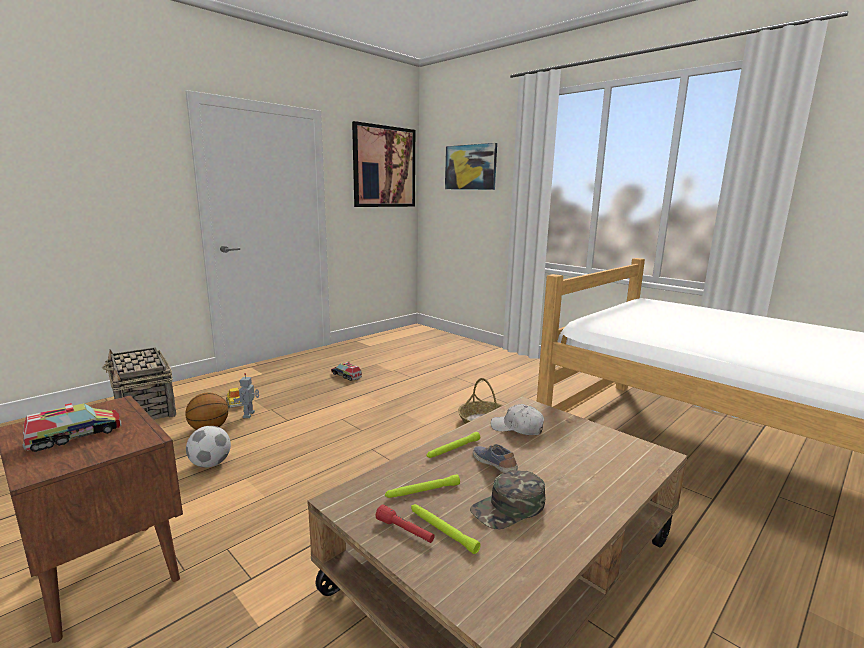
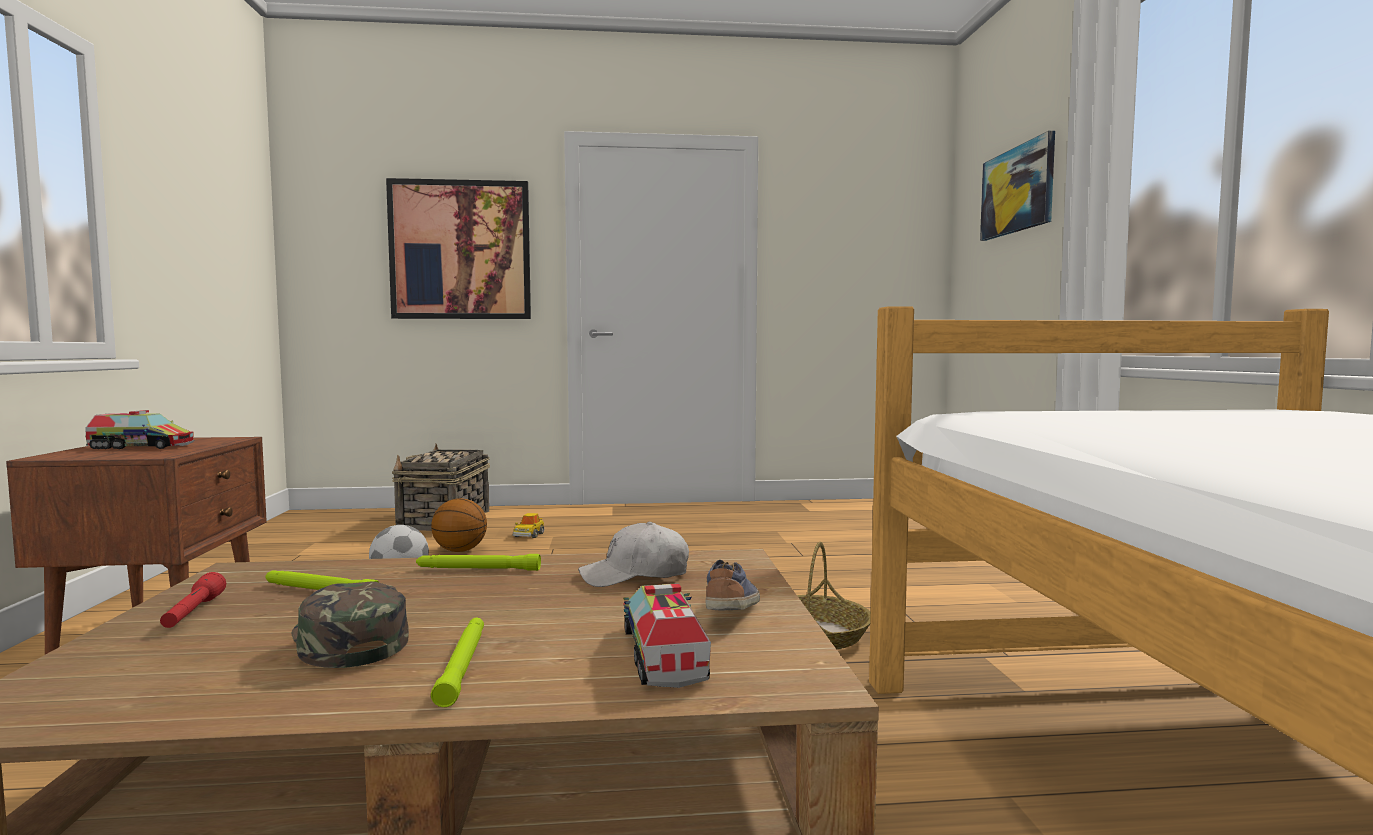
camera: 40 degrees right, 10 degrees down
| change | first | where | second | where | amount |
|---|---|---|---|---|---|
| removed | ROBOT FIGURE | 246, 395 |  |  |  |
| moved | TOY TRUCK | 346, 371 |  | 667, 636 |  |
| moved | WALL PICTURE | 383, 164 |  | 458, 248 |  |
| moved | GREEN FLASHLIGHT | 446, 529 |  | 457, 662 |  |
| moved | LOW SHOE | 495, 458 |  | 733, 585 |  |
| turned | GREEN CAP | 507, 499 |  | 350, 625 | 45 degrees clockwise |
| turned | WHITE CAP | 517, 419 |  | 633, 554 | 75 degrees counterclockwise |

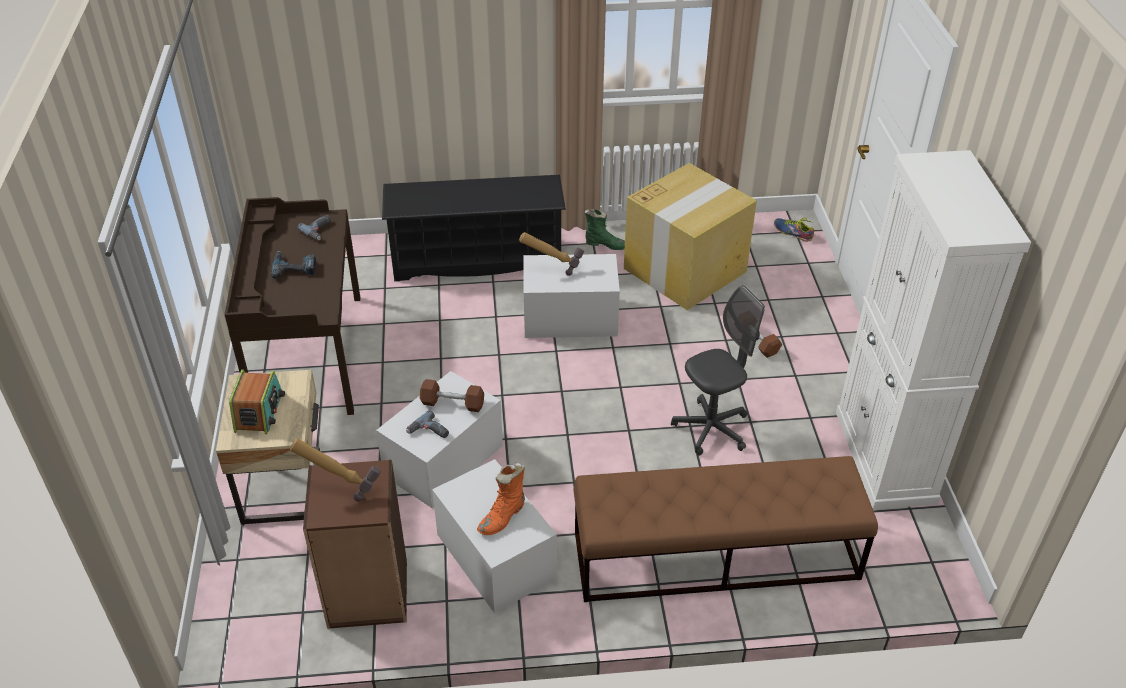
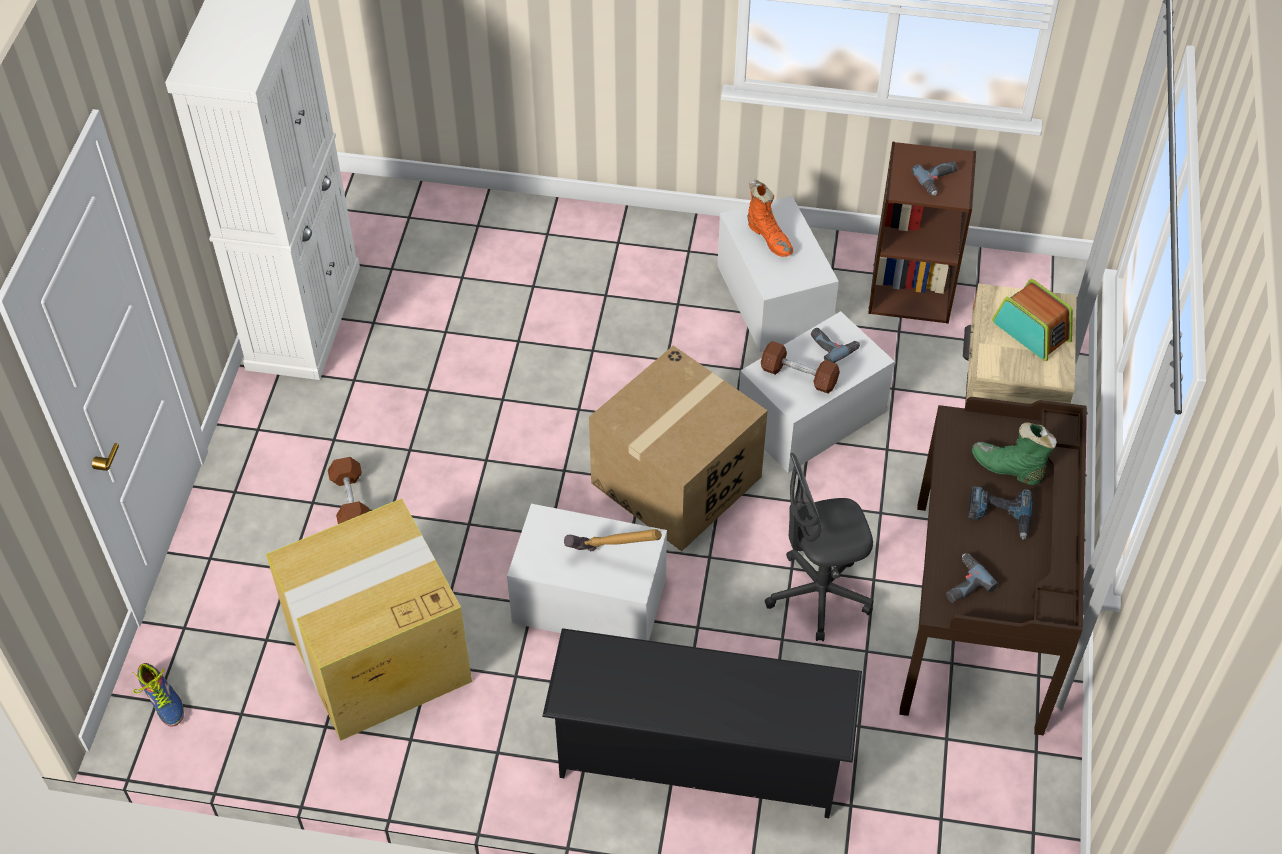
camera: 165 degrees left, 10 degrees up
| change | first | where | second | where | amount |
|---|---|---|---|---|---|
| removed | BROWN-COLOURED BENCH | 726, 529 |  |  |  |
| added |  |  | CARTON | 678, 448 |  |
| moved | GREEN HIGH-TOP BOOT | 605, 229 |  | 1014, 454 |  |
| moved | GRAY OFFICE CHAIR | 718, 370 |  | 819, 547 |  |
| replaced | TOOL HAMMER | 335, 470 | DRILL | 934, 178 |  |
| turned | RADIO SET | 257, 402 |  | 1032, 320 | 120 degrees clockwise |
| turned | ORANGE HIGH-TOP BOOT | 501, 499 |  | 770, 218 | 90 degrees clockwise |

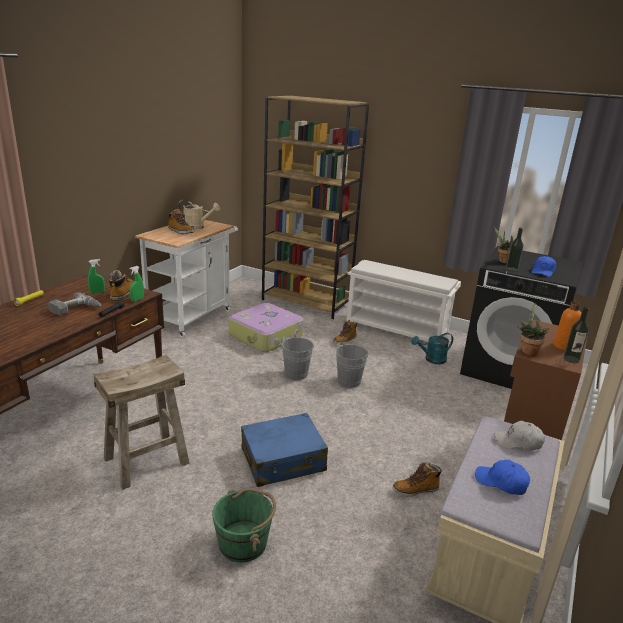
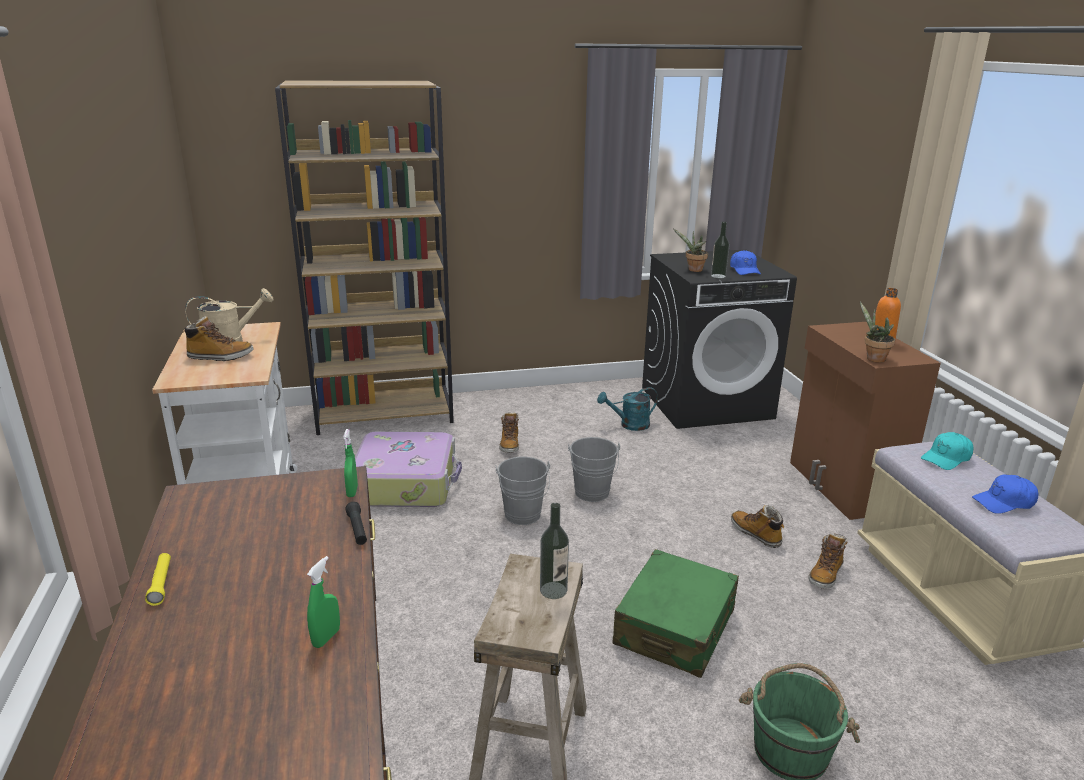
camera: 40 degrees left, 0 degrees up
| change | first | where | second | where | amount |
|---|---|---|---|---|---|
| removed | DRILL | 74, 303 |  |  |  |
| removed | WHITE SHOE RACK | 403, 301 |  |  |  |
| moved | GREEN SPRAY BOTTLE | 96, 276 |  | 323, 602 |  |
| moved | HIGH-TOP BOOT | 121, 285 |  | 757, 526 |  |
| moved | BEVERAGE BOTTLE | 576, 335 |  | 554, 551 |  |
| recoloured | BLUISH PIECE OF LUGGAGE | 284, 450 | GREEN PIECE OF LUGGAGE | 675, 613 |  |
| recoloured | WHITE CAP | 519, 435 | TURQUOISE CAP | 947, 451 |  |
| turned | TURQUOISE SPRINKLING CAN | 432, 348 |  | 627, 409 | 45 degrees clockwise |

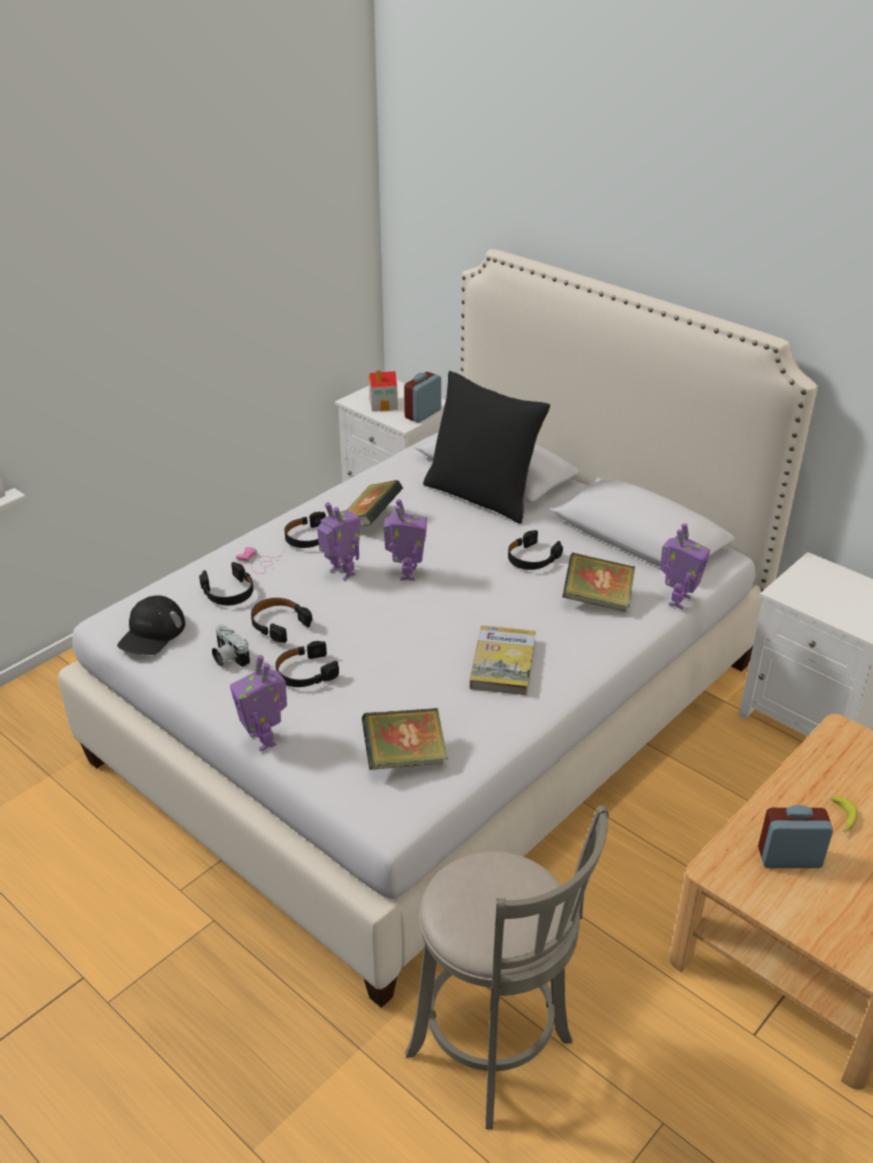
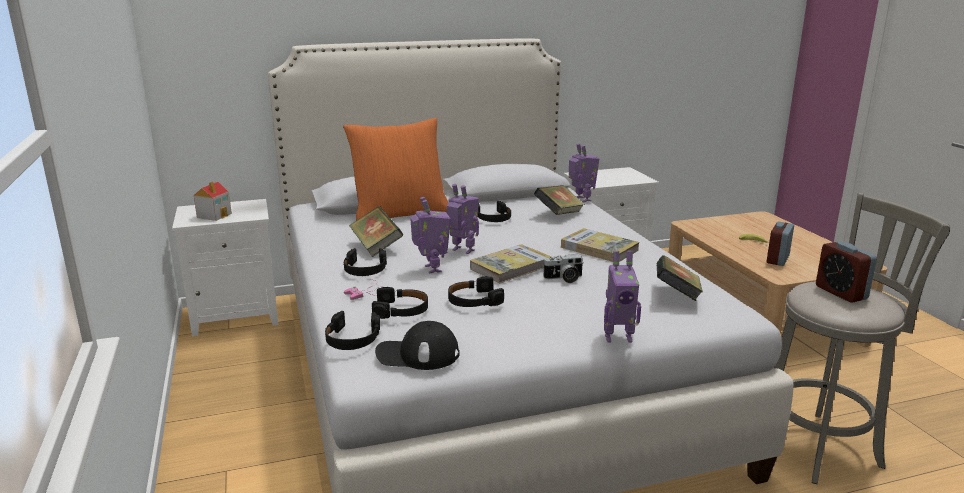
camera: 60 degrees left, 15 degrees down
| change | first | where | second | where | amount |
|---|---|---|---|---|---|
| added |  |  | BOOK | 511, 263 |  |
| moved | PHOTO CAMERA | 231, 645 |  | 563, 268 |  |
| moved | BLACK-COLOURED PAIR OF HEADPHONES | 307, 664 |  | 352, 330 |  |
| moved | TABLE CLOCK | 422, 397 |  | 846, 271 |  |
| recoloured | BLACK-COLOURED THROW PILLOW | 486, 447 | ORANGE THROW PILLOW | 395, 169 |  |
| turned | BLACK-COLOURED CAP | 151, 625 |  | 417, 345 | 135 degrees clockwise |
| turned | ROBOT FIGURE | 338, 541 |  | 430, 235 | 90 degrees clockwise |

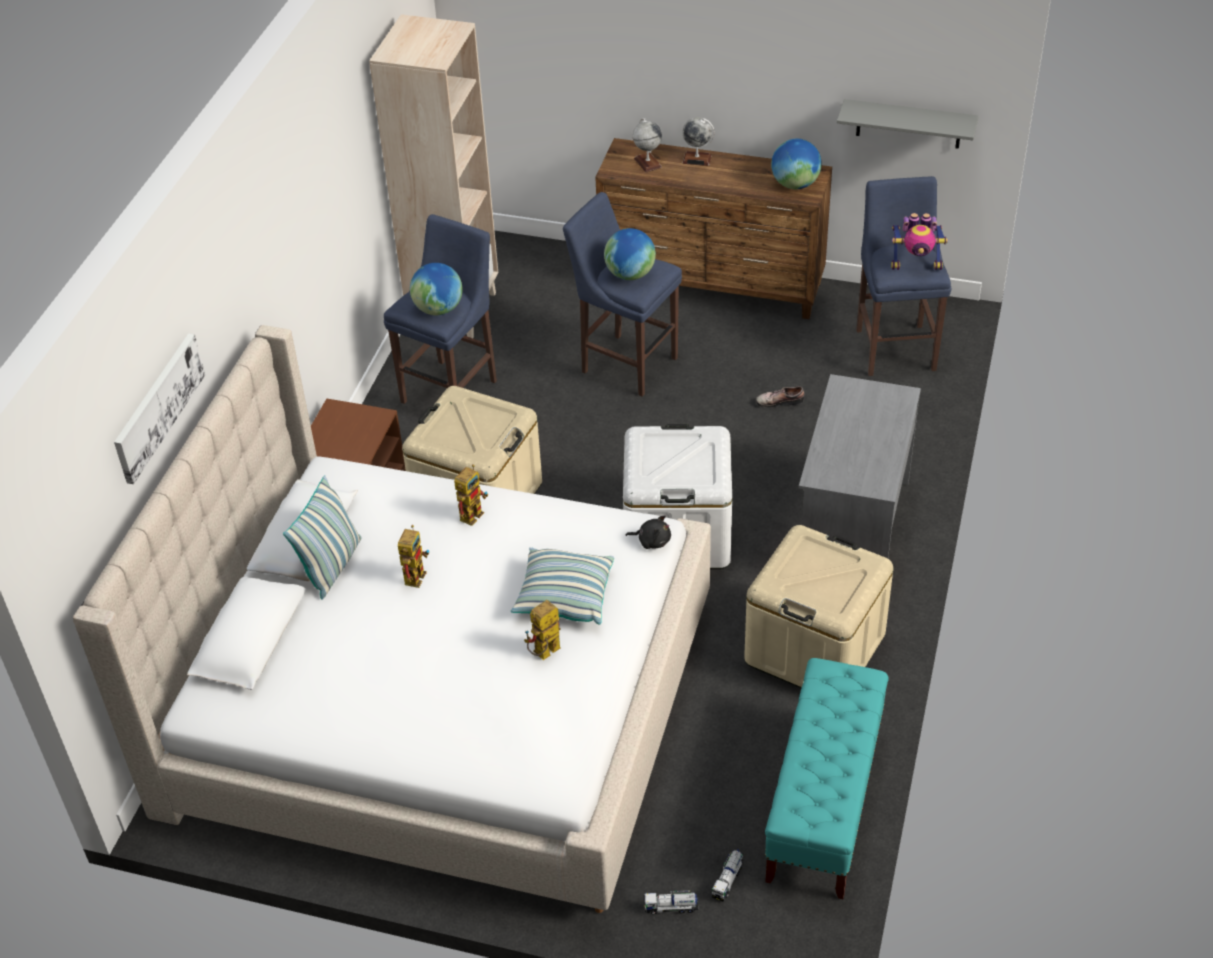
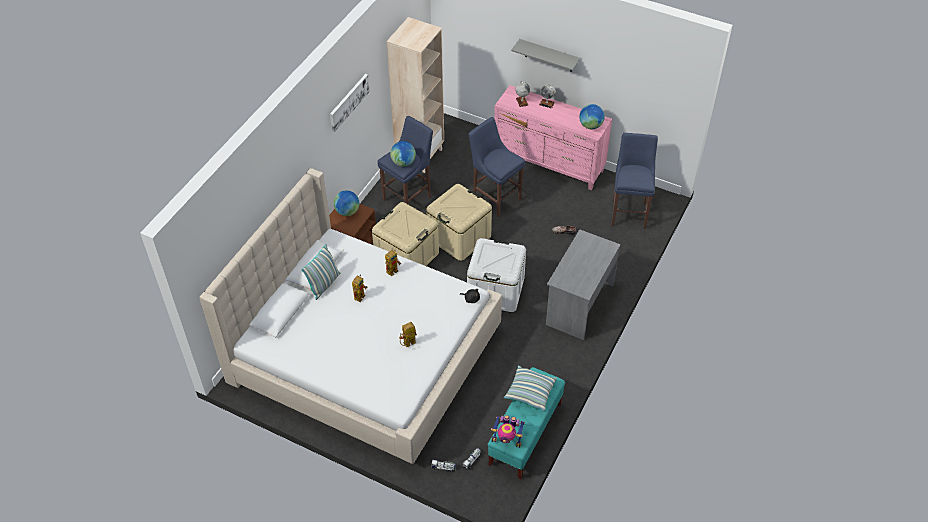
camera: 10 degrees right, 5 degrees up
| change | first | where | second | where | amount |
|---|---|---|---|---|---|
| moved | WALL PICTURE | 159, 409 |  | 350, 103 |  |
| moved | THROW PILLOW | 562, 586 |  | 530, 388 |  |
| moved | DESK GLOBE | 630, 254 |  | 346, 203 |  |
| moved | BEIGE-COLOURED STORAGE BIN | 818, 606 |  | 459, 222 |  |
| moved | GRAY BRACKET SHELF | 908, 124 |  | 545, 55 |  |
| moved | ROBOT FIGURE | 919, 241 |  | 508, 431 |  |
| recoloured | BROWN-COLOURED DRAWER CHEST | 713, 228 | PINK DRAWER CHEST | 553, 137 |  |

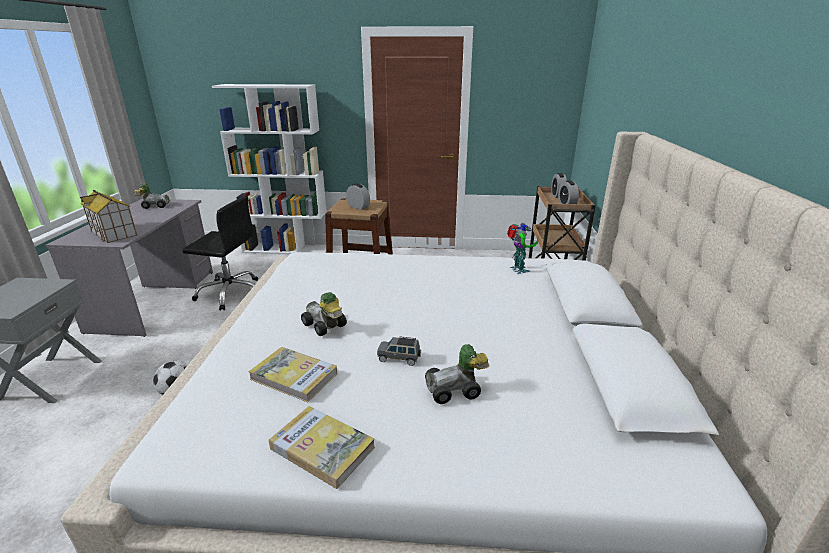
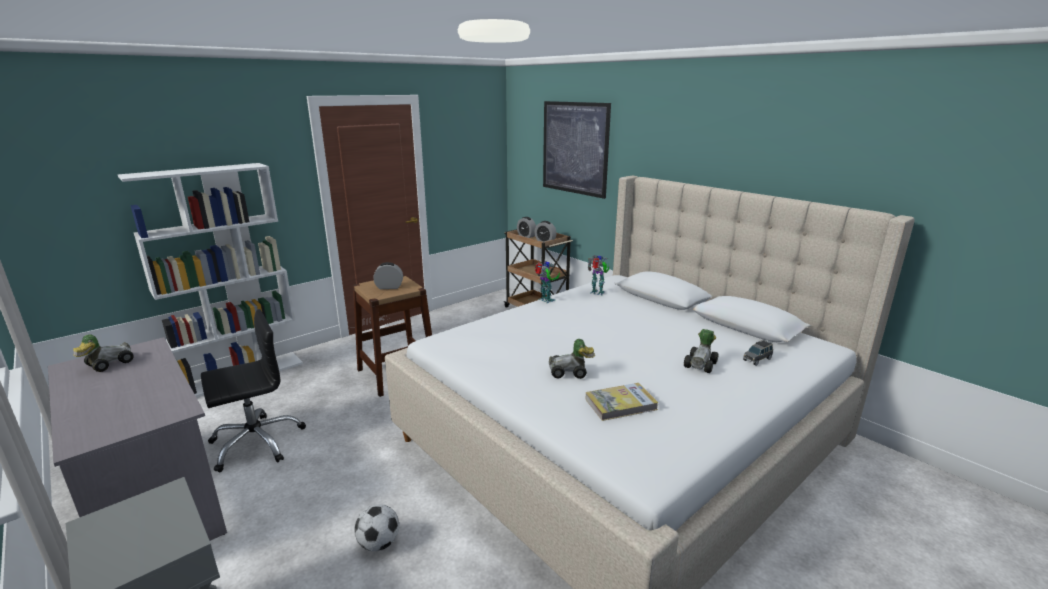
camera: 45 degrees left, 5 degrees down
| change | first | where | second | where | amount |
|---|---|---|---|---|---|
| removed | MINIATURE HOUSE | 108, 216 |  |  |  |
| removed | BOOK | 322, 447 |  |  |  |
| added |  |  | ROBOT FIGURE | 547, 282 |  |
| added |  |  | WALL PICTURE | 577, 150 |  |
| moved | GRAY MODEL CAR | 399, 351 |  | 758, 353 |  |

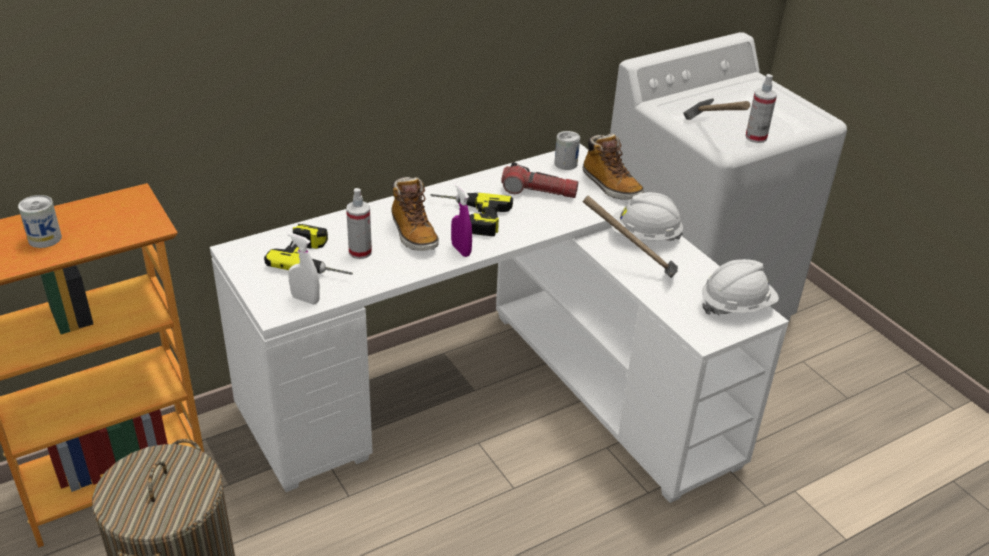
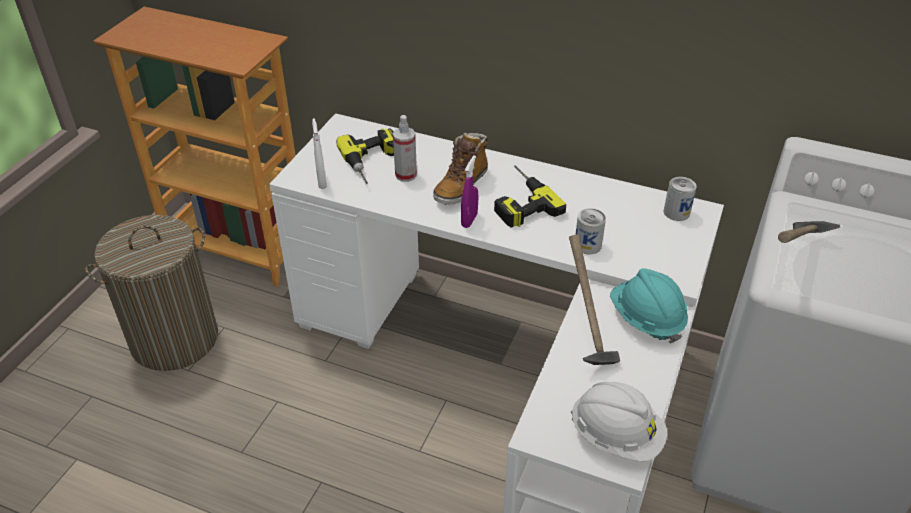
camera: 55 degrees right, 5 degrees up
| change | first | where | second | where | amount |
|---|---|---|---|---|---|
| removed | FLASHLIGHT | 539, 180 |  |  |  |
| removed | HIGH-TOP BOOT | 613, 166 |  |  |  |
| removed | SPRAY BOTTLE | 761, 108 |  |  |  |
| moved | CAN | 40, 221 |  | 590, 231 |  |
| recoloured | WHITE WORK HELMET | 647, 216 | TURQUOISE WORK HELMET | 649, 305 |  |

